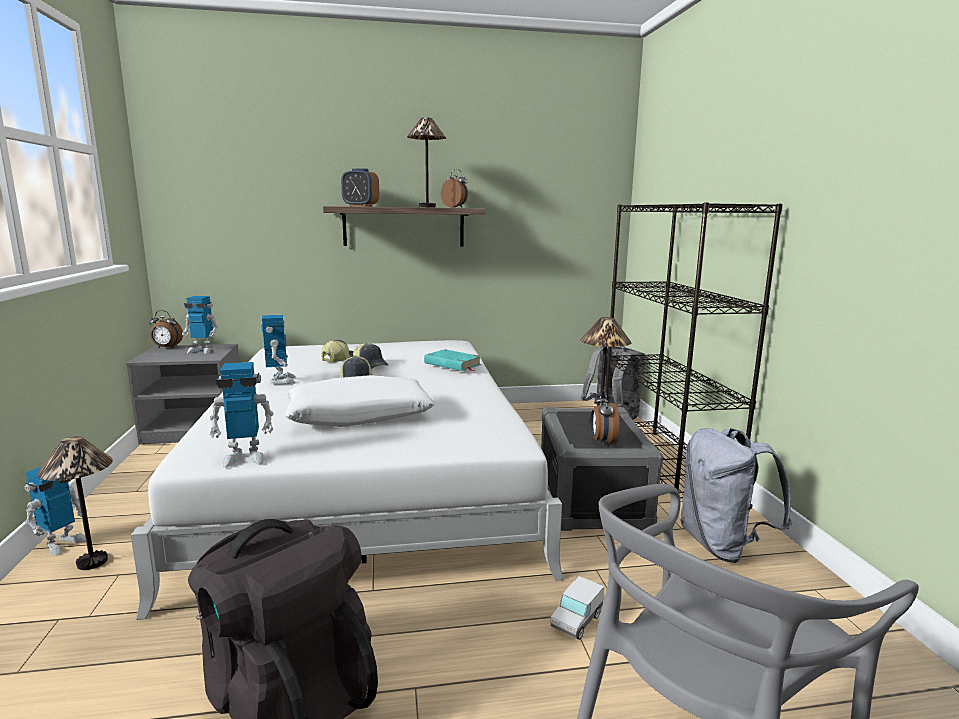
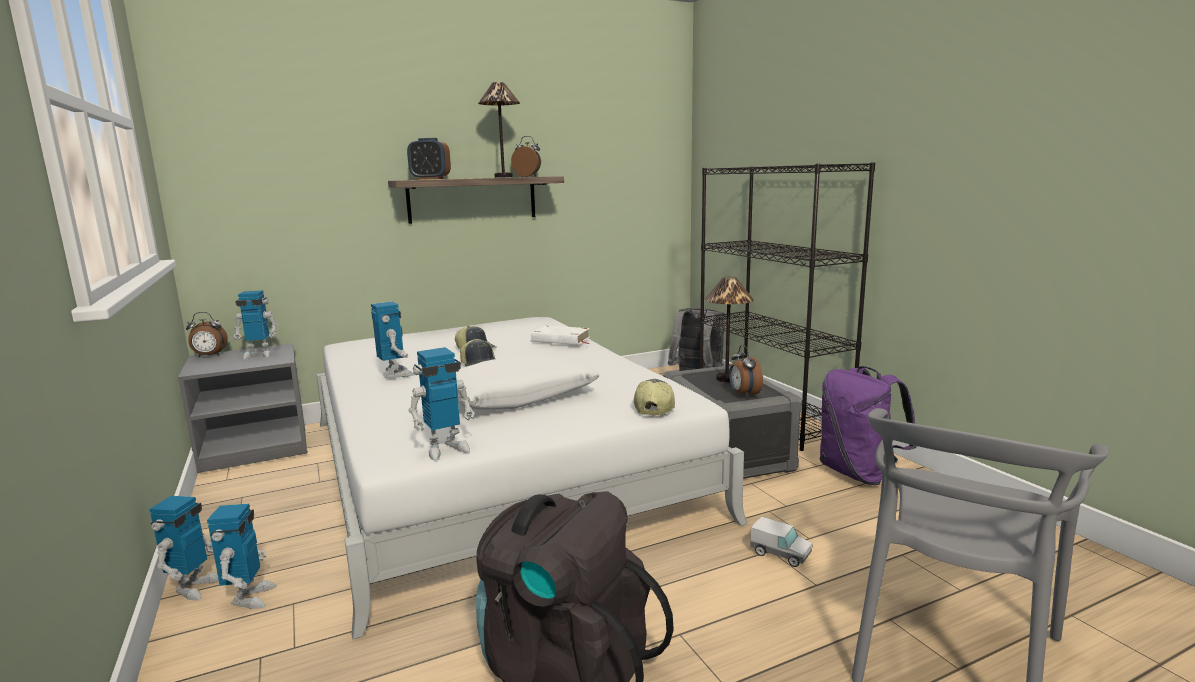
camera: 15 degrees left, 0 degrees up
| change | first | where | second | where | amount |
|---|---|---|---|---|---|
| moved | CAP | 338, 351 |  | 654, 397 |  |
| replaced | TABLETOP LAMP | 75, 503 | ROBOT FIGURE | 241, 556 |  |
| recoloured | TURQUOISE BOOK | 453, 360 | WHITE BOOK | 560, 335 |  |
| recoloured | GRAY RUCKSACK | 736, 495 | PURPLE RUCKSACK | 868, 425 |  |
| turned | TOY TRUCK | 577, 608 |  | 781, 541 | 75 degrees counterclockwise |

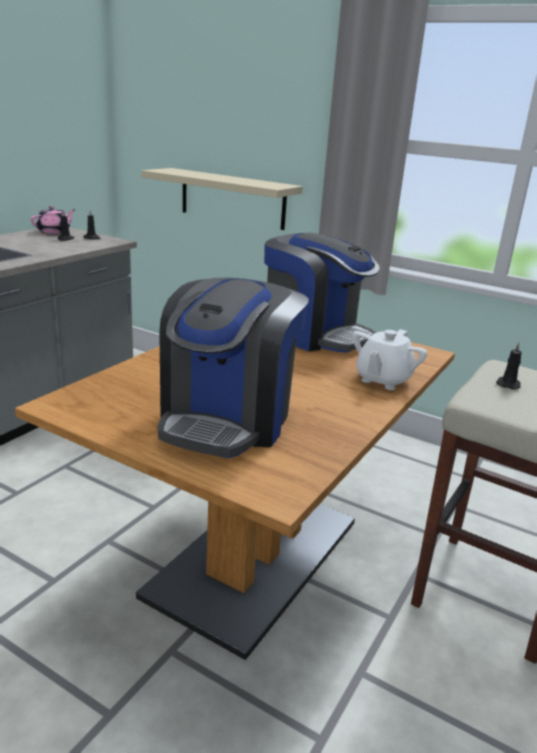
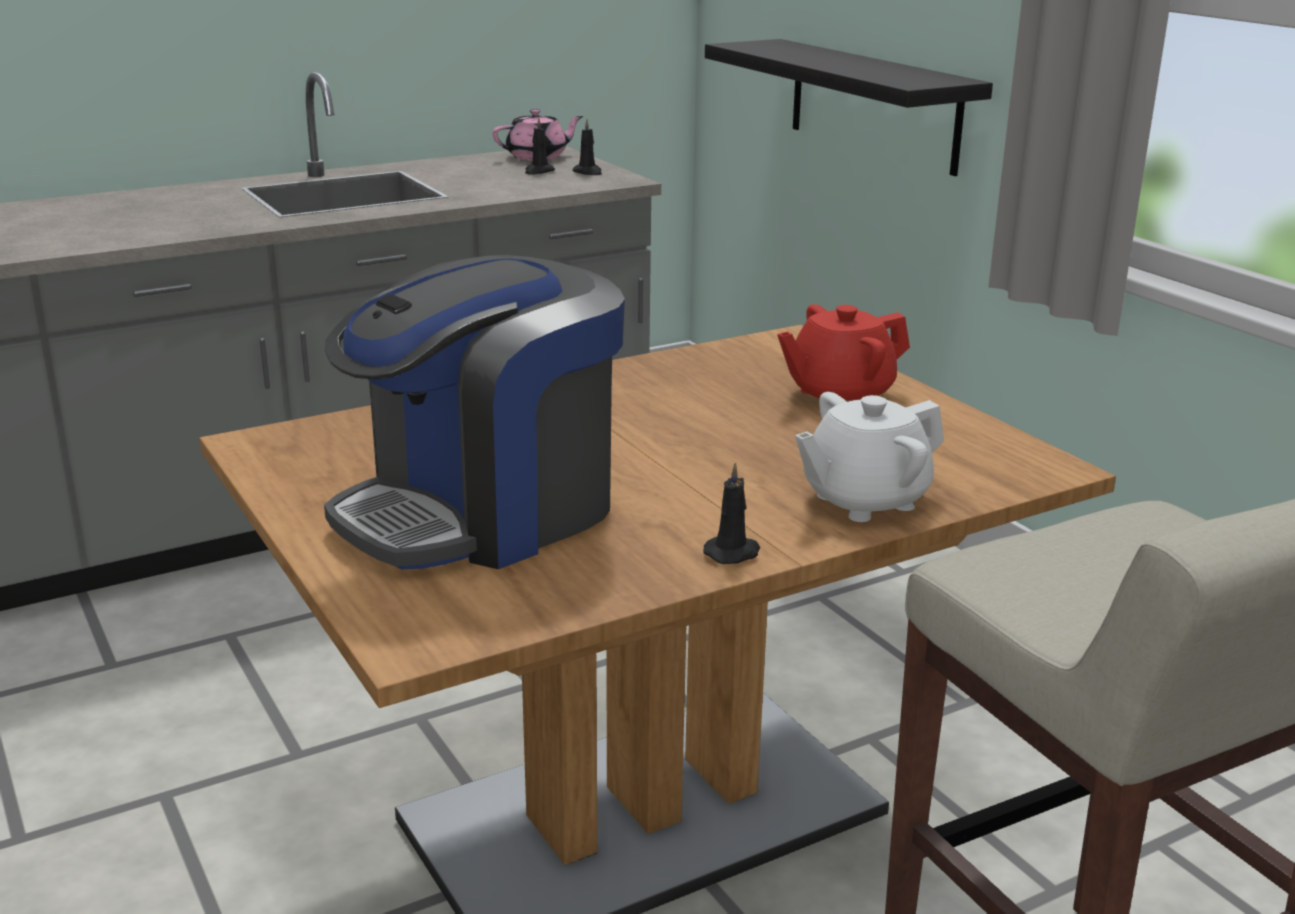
camera: 30 degrees right, 0 degrees up
| change | first | where | second | where | amount |
|---|---|---|---|---|---|
| moved | BLACK-COLOURED CANDLE | 509, 366 |  | 731, 513 |  |
| replaced | COFFEE BREWER | 322, 293 | REDDISH TEA POT | 844, 352 |  |
| recoloured | BEIGE-COLOURED BRACKET SHELF | 222, 199 | BLACK-COLOURED BRACKET SHELF | 849, 107 |  |

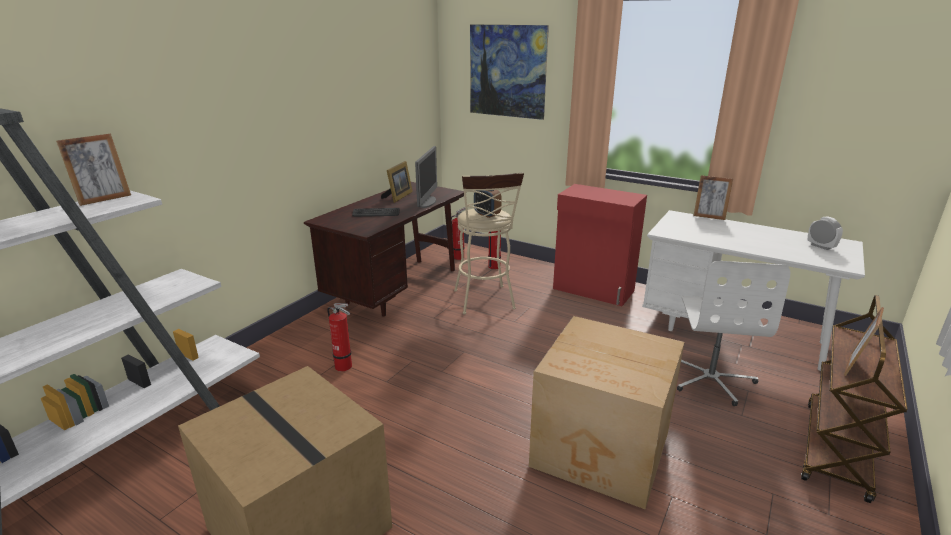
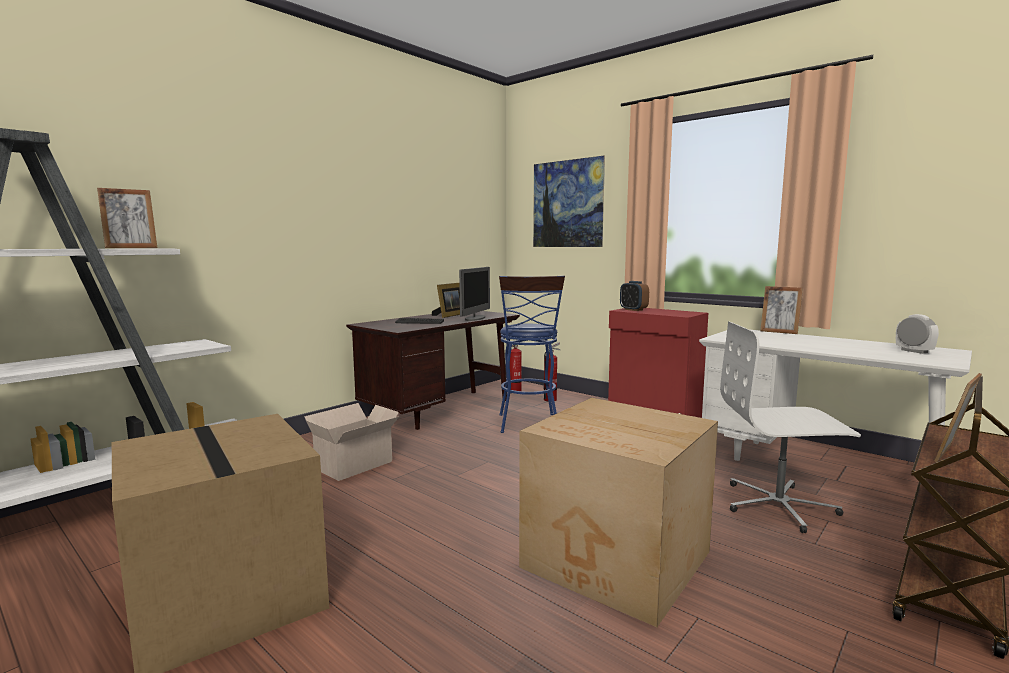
camera: 10 degrees right, 15 degrees down
| change | first | where | second | where | amount |
|---|---|---|---|---|---|
| moved | TABLE CLOCK | 488, 204 |  | 634, 296 |  |
| replaced | FIRE EXTINGUISHER | 340, 337 | CARTON | 351, 442 |  |
| recoloured | BEIGE-COLOURED STOOL | 489, 243 | BLUISH STOOL | 532, 354 |  |
| turned | WHITE OFFICE CHAIR | 733, 333 |  | 790, 427 | 75 degrees clockwise |

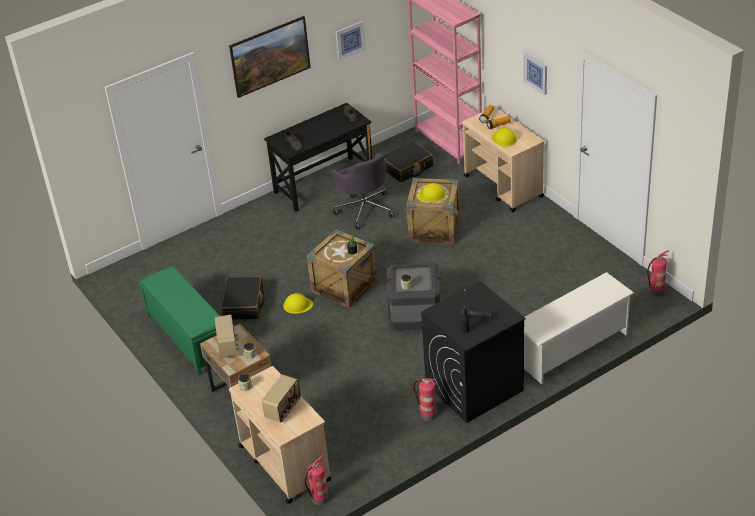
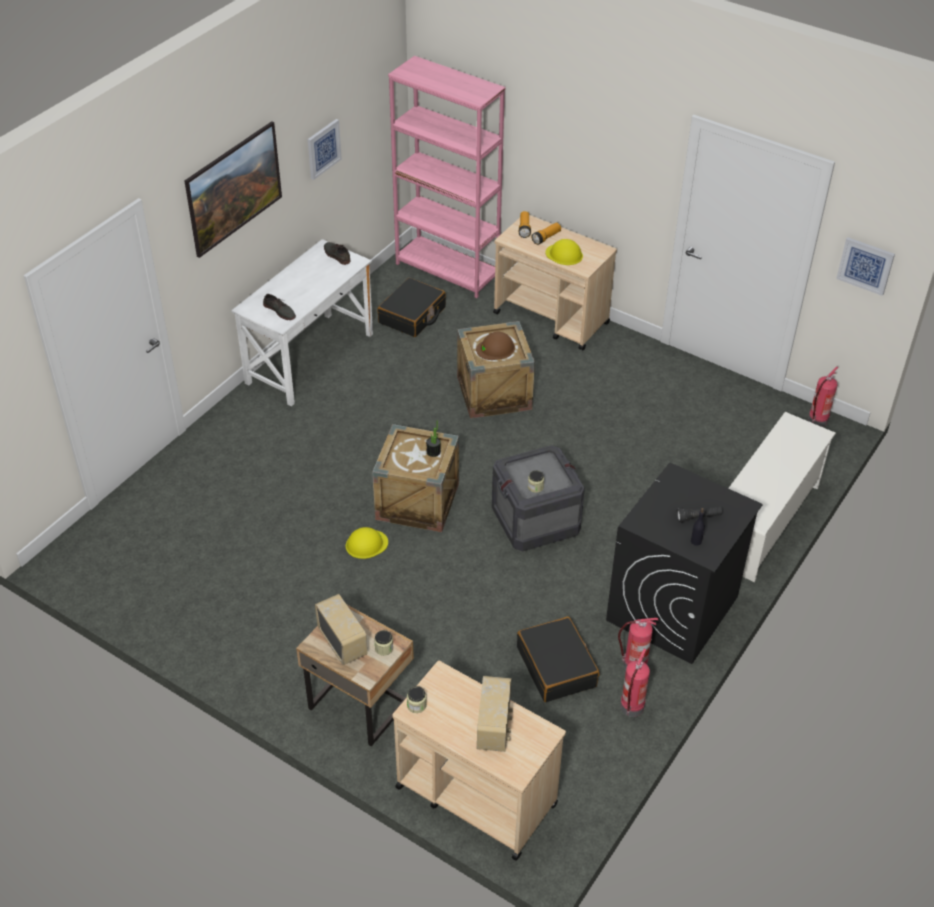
camera: 25 degrees left, 5 degrees up
| change | first | where | second | where | amount |
|---|---|---|---|---|---|
| removed | GREEN BENCH | 179, 320 |  |  |  |
| removed | GRAY OFFICE CHAIR | 363, 191 |  |  |  |
| moved | BLACK-COLOURED PIECE OF LUGGAGE | 242, 298 |  | 558, 659 |  |
| moved | FIRE EXTINGUISHER | 316, 480 |  | 635, 683 |  |
| moved | WALL PICTURE | 535, 73 |  | 865, 266 |  |
| recoloured | BLACK-COLOURED DESK | 318, 157 | WHITE DESK | 302, 323 |  |
| recoloured | YELLOW WORK HELMET | 431, 192 | BROWN-COLOURED WORK HELMET | 495, 346 |  |

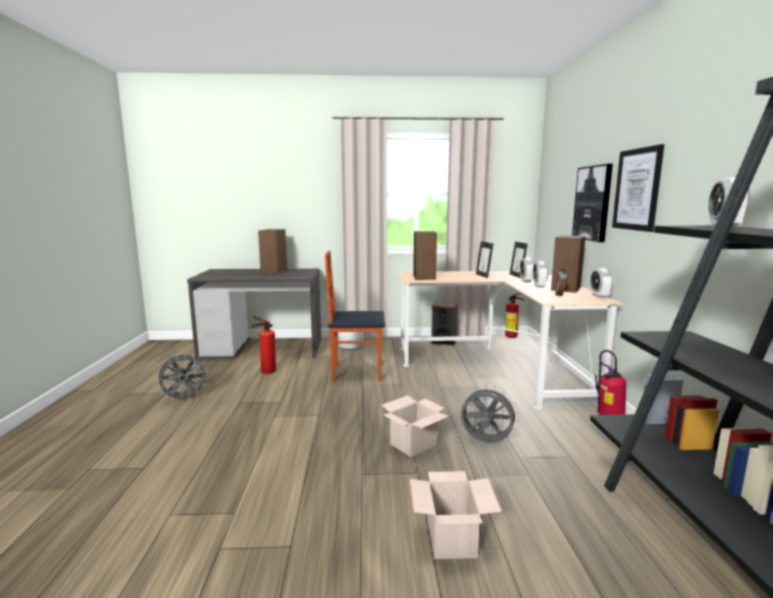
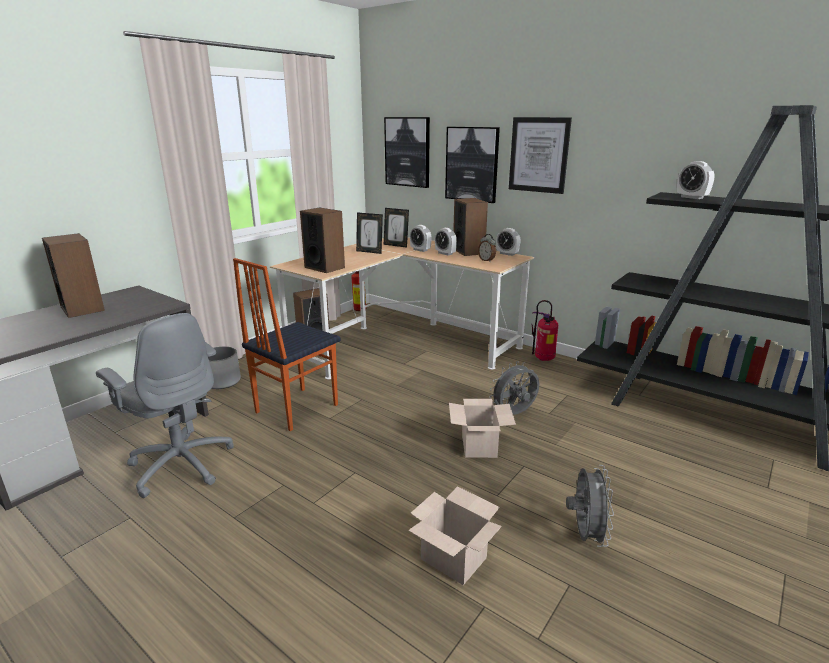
camera: 50 degrees left, 10 degrees up
| change | first | where | second | where | amount |
|---|---|---|---|---|---|
| added |  |  | WALL PICTURE | 407, 152 |  |
| moved | GRAY COOLING FAN | 182, 378 |  | 590, 506 |  |
| moved | CARTON | 456, 515 |  | 455, 535 |  |
| replaced | FIRE EXTINGUISHER | 264, 345 | GRAY OFFICE CHAIR | 165, 405 |  |

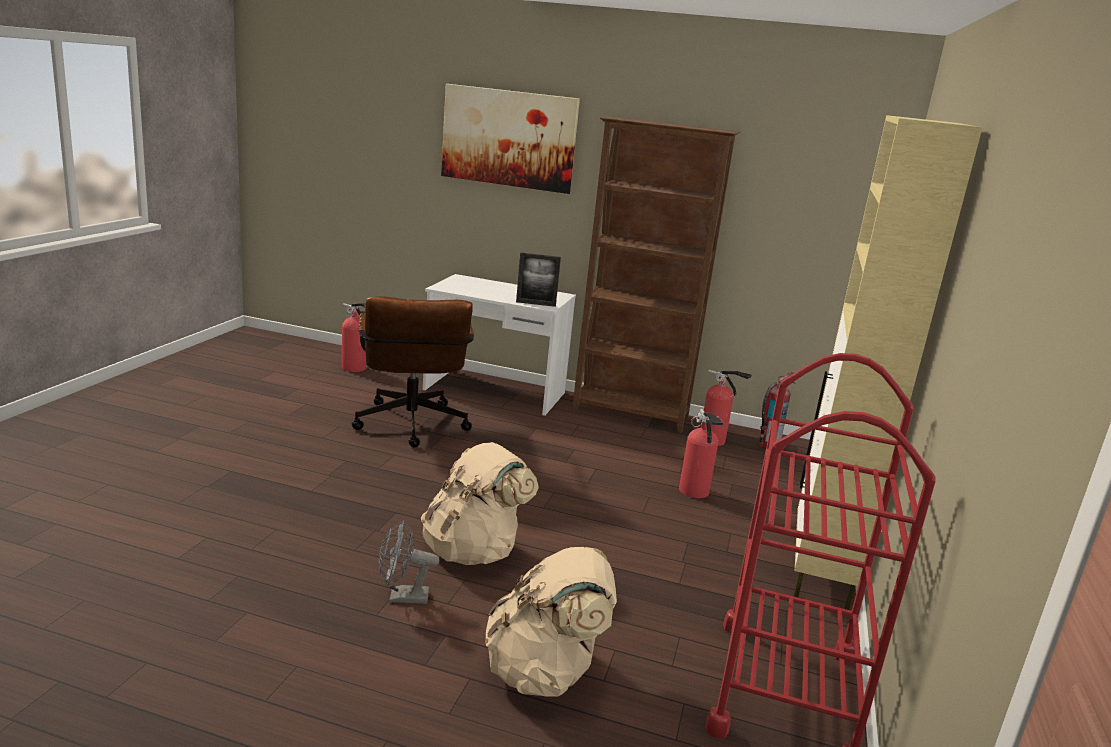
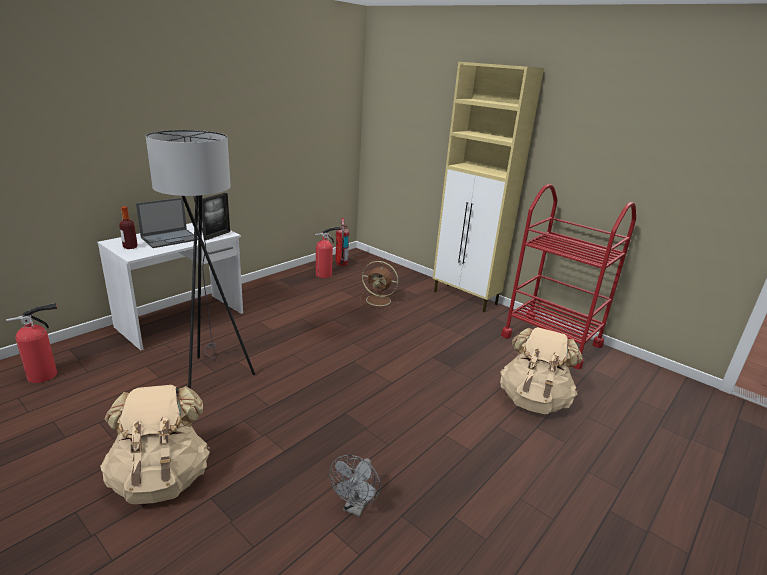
camera: 65 degrees left, 5 degrees up
| change | first | where | second | where | amount |
|---|---|---|---|---|---|
| removed | WALL PICTURE | 510, 139 |  |  |  |
| removed | BROWN-COLOURED BOOKCASE | 656, 275 |  |  |  |
| added |  |  | BEVERAGE BOTTLE | 128, 227 |  |
| added |  |  | NOTEBOOK COMPUTER | 167, 223 |  |
| moved | GRAY COOLING FAN | 408, 562 |  | 354, 486 |  |
| moved | BEIGE-COLOURED RUCKSACK | 480, 503 |  | 155, 444 |  |
| replaced | BROWN-COLOURED OFFICE CHAIR | 413, 372 | GRAY STANDARD LAMP | 200, 259 |  |
| replaced | FIRE EXTINGUISHER | 701, 453 | BROWN-COLOURED COOLING FAN | 379, 285 |  |

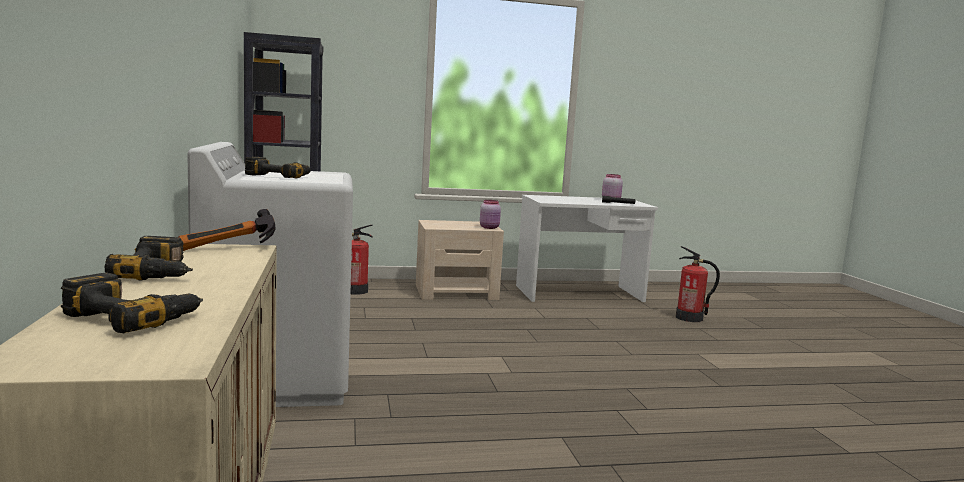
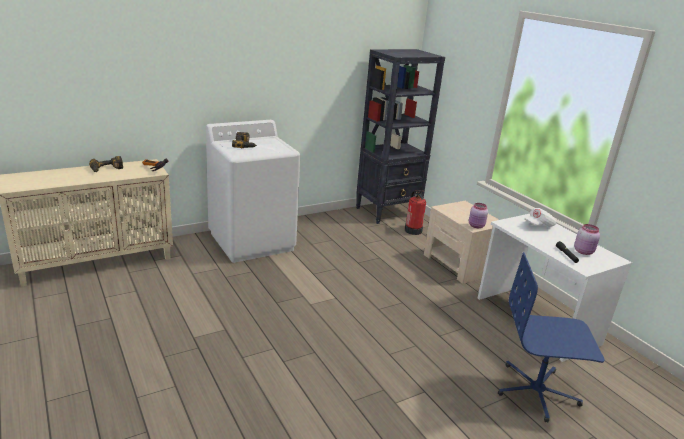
camera: 70 degrees right, 15 degrees up
| change | first | where | second | where | amount |
|---|---|---|---|---|---|
| removed | DRILL | 132, 303 |  |  |  |
| added |  |  | WHITE CAP | 540, 217 |  |
| replaced | FIRE EXTINGUISHER | 698, 284 | BLUISH OFFICE CHAIR | 551, 337 |  |

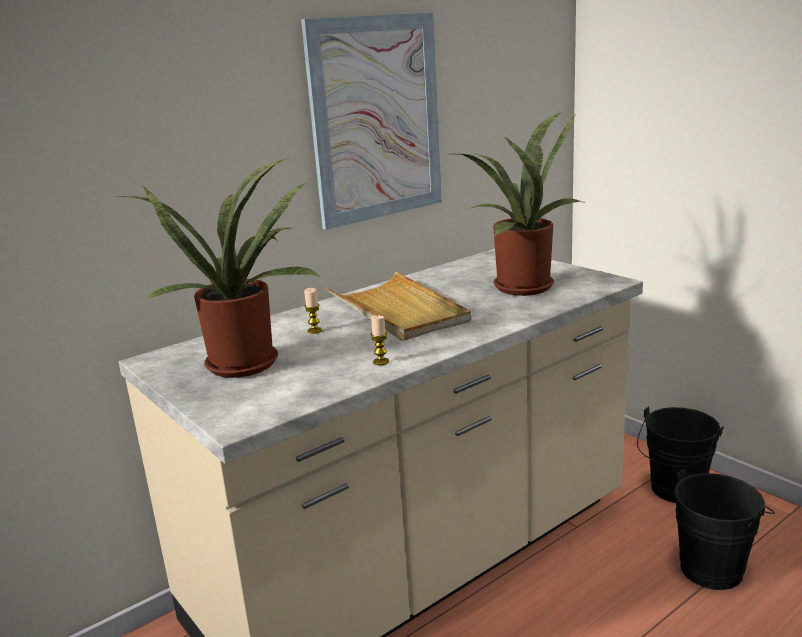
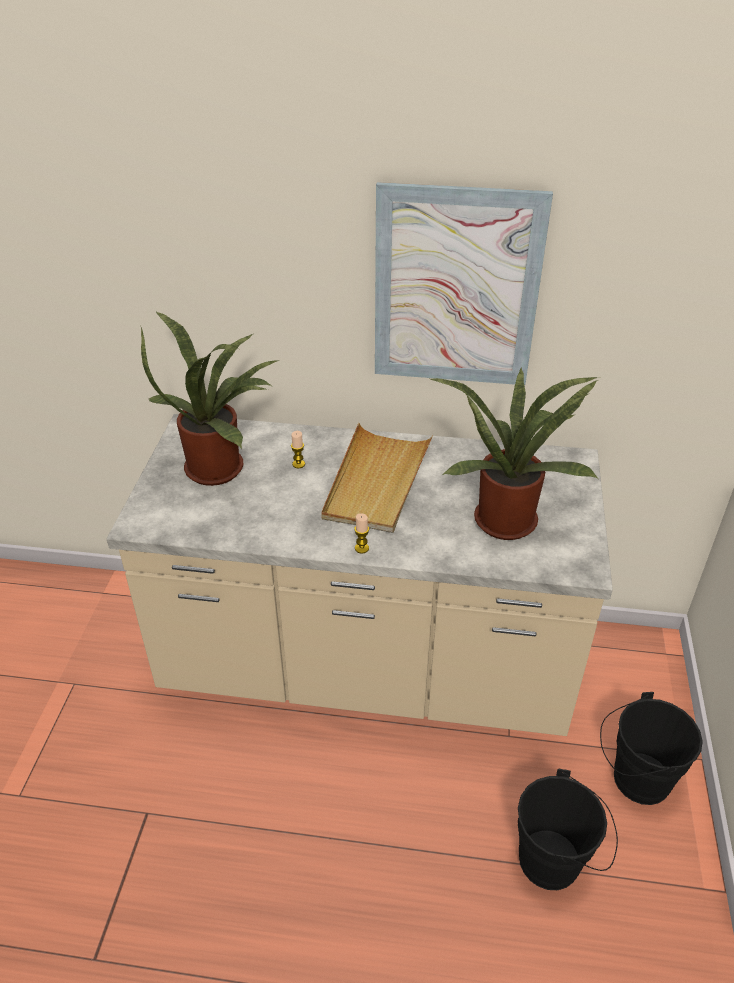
camera: 45 degrees right, 20 degrees up
| change | first | where | second | where | amount |
|---|---|---|---|---|---|
| moved | CANDLE | 380, 340 |  | 361, 533 |  |

